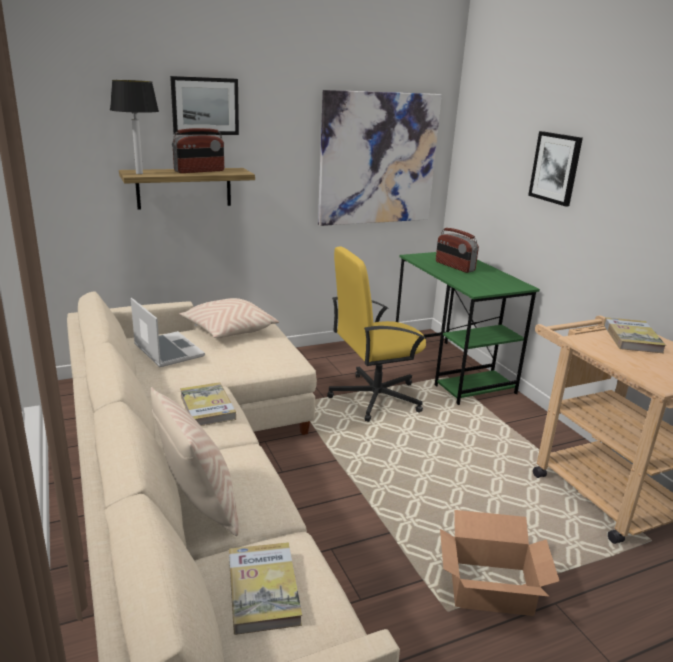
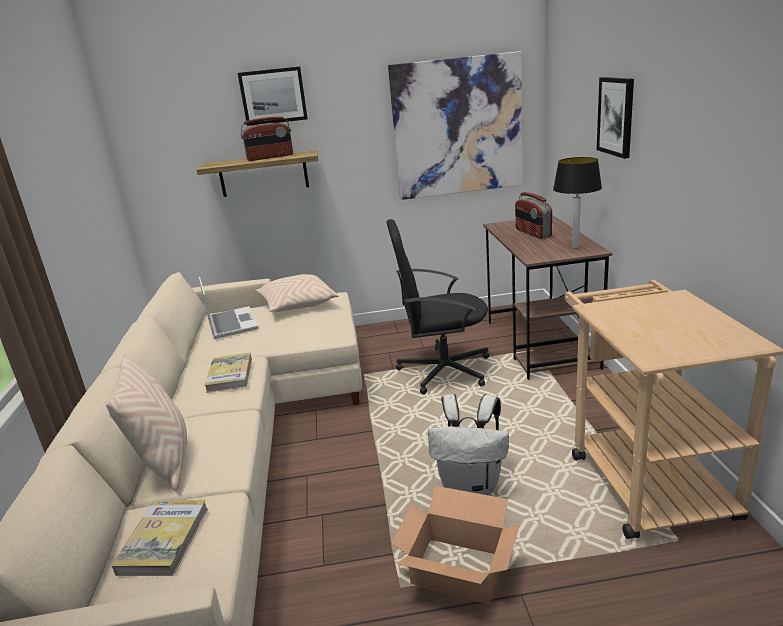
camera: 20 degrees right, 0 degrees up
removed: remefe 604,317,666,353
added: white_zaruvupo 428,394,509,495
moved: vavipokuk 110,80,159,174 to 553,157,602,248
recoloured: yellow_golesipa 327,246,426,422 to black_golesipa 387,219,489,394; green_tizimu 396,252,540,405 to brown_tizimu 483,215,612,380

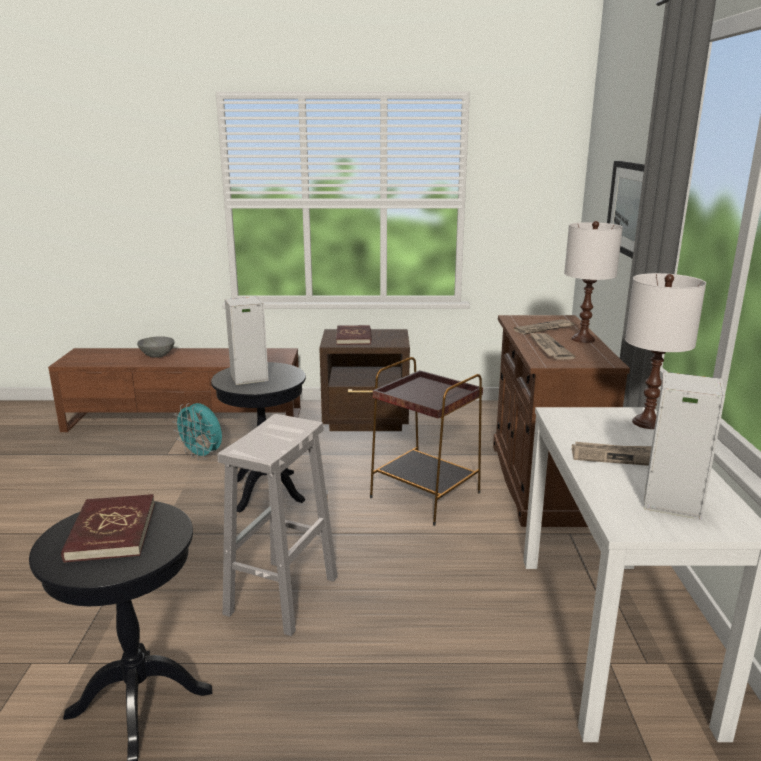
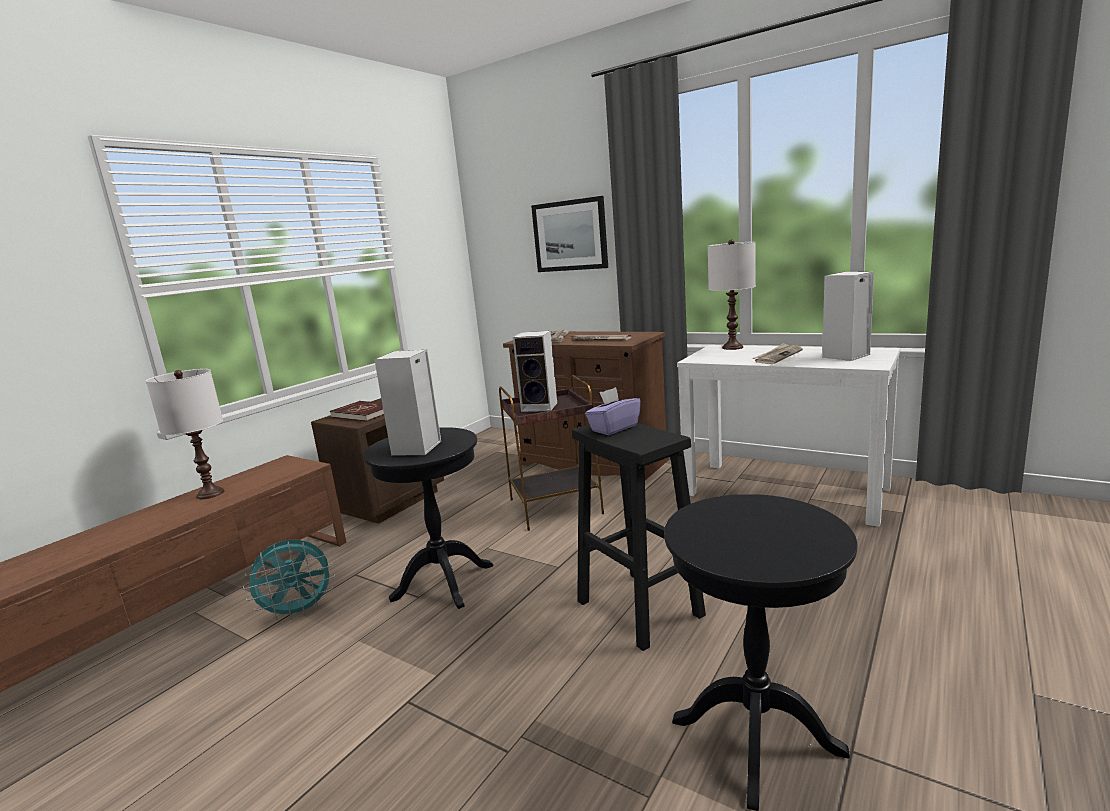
camera: 55 degrees left, 5 degrees down
removed: red_remefe 61,494,155,563; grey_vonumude 137,336,175,358
added: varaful 513,331,557,412; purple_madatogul 585,387,641,435
moved: white_vavipokuk 564,221,623,343 to 146,369,224,499
recoloured: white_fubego 217,414,338,636 to black_fubego 572,423,706,651

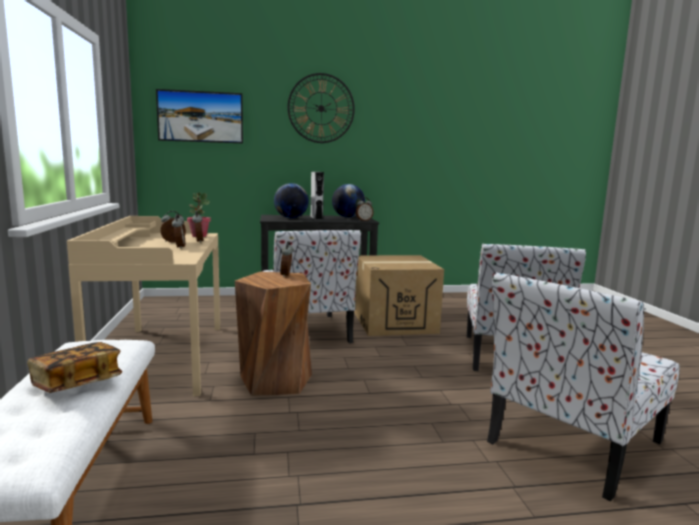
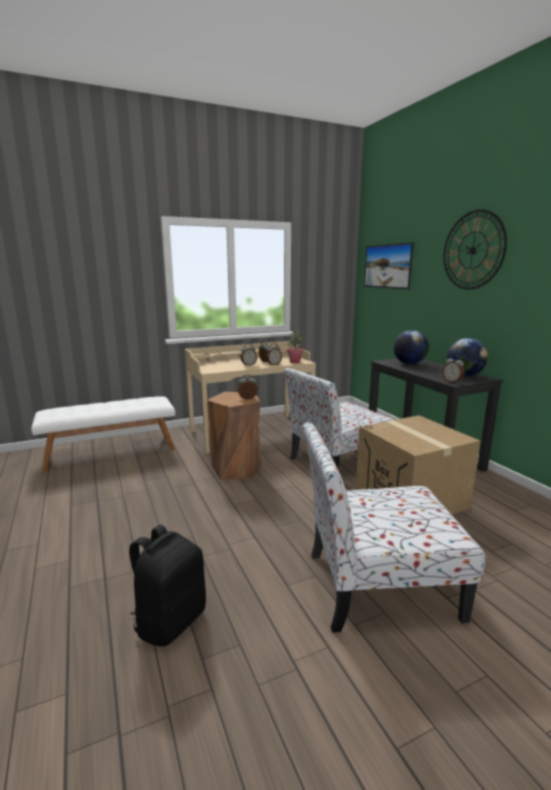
camera: 75 degrees right, 5 degrees up
removed: remefe 27,342,122,393; grey_varaful 311,172,324,220
replaced: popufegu 487,272,680,501 to black_zaruvupo 129,524,206,646

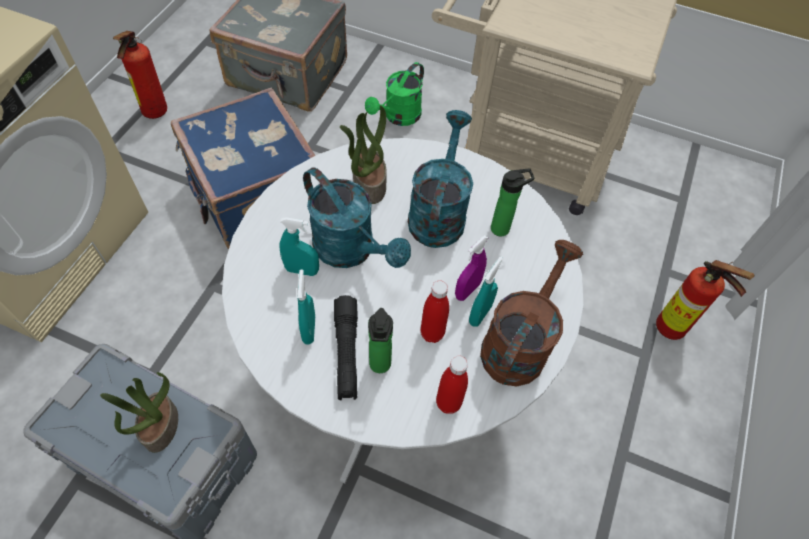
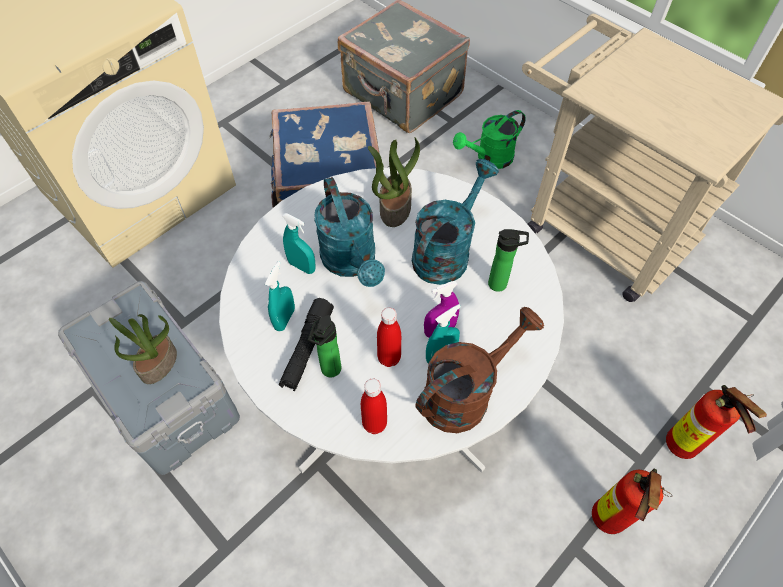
camera: 25 degrees right, 0 degrees up
moved: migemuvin 113,31,167,119 to 592,469,672,534

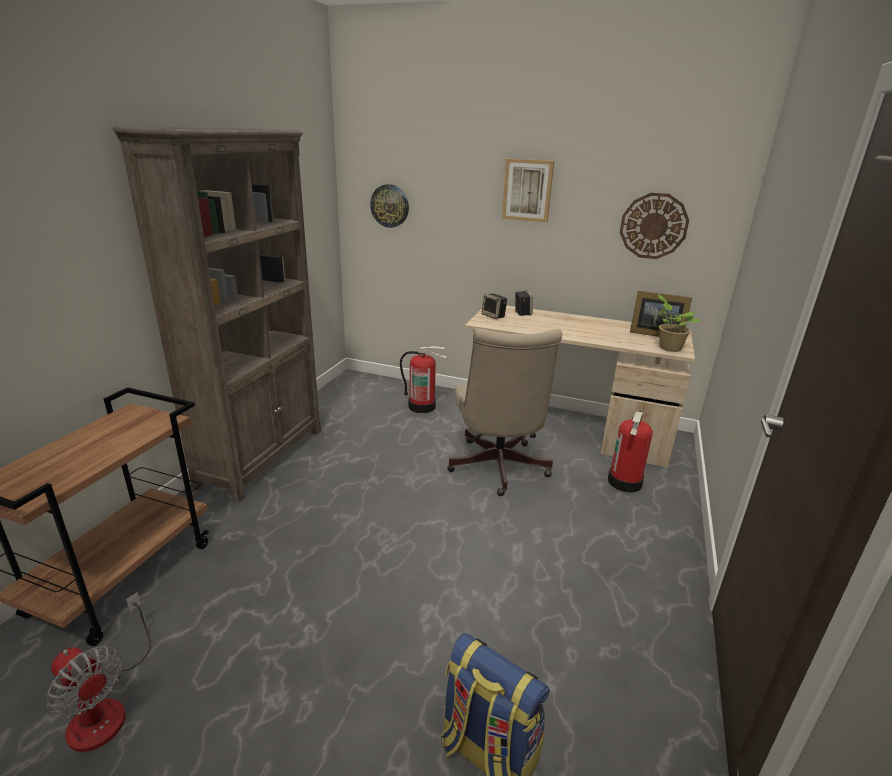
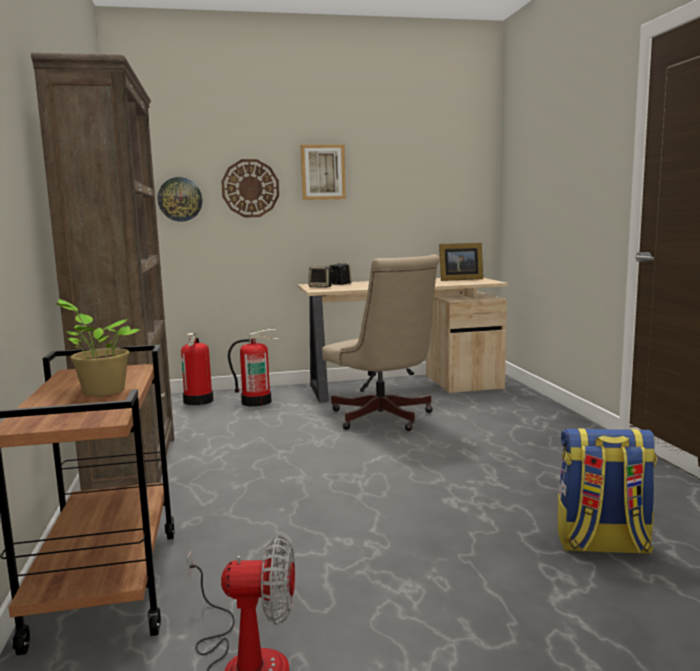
camera: 30 degrees left, 15 degrees down
moved: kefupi 658,294,701,352 to 56,299,141,396; migemuvin 608,411,653,492 to 181,333,214,405; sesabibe 620,193,689,259 to 221,159,279,217

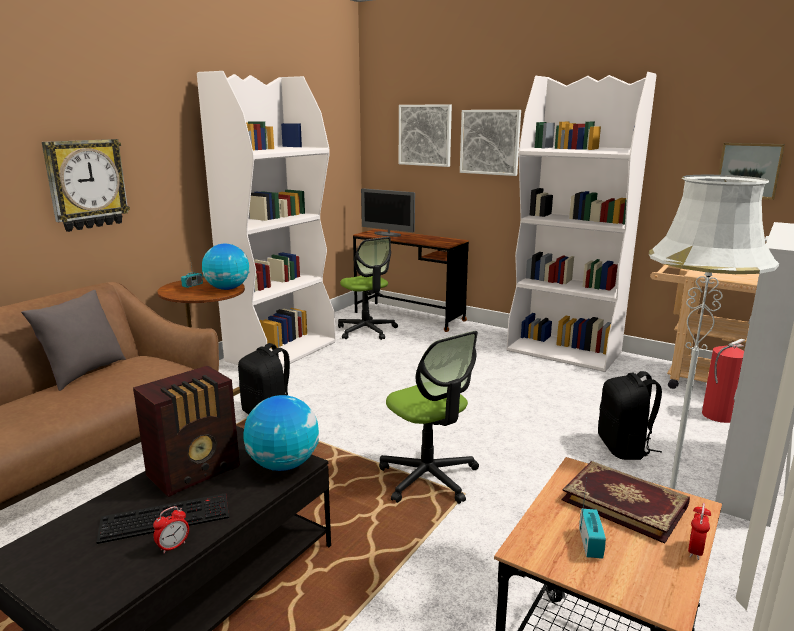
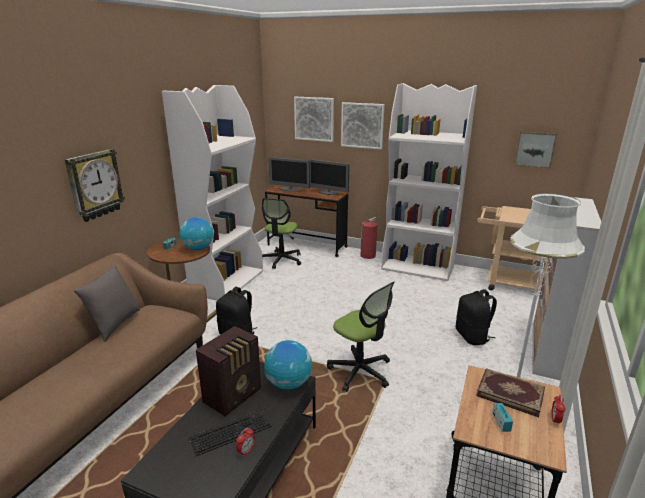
camera: 10 degrees left, 5 degrees up
added: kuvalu 308,159,350,195
moved: migemuvin 702,339,745,423 to 361,217,377,259
turned: golesipa 338,237,398,340 = 262,198,301,269 60 degrees clockwise

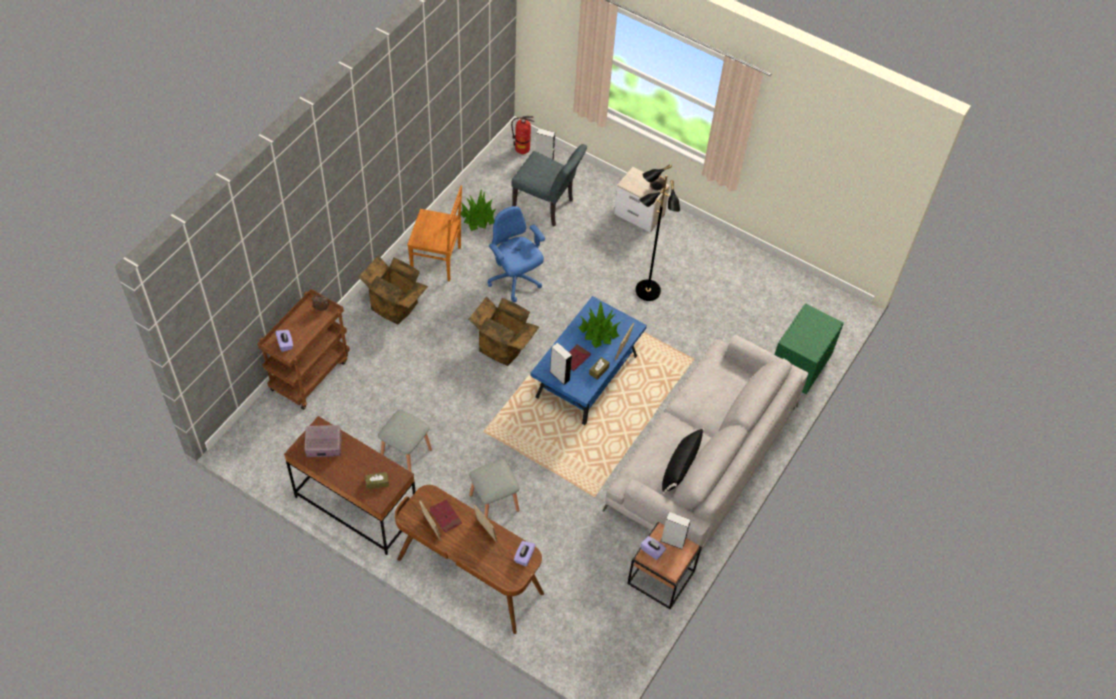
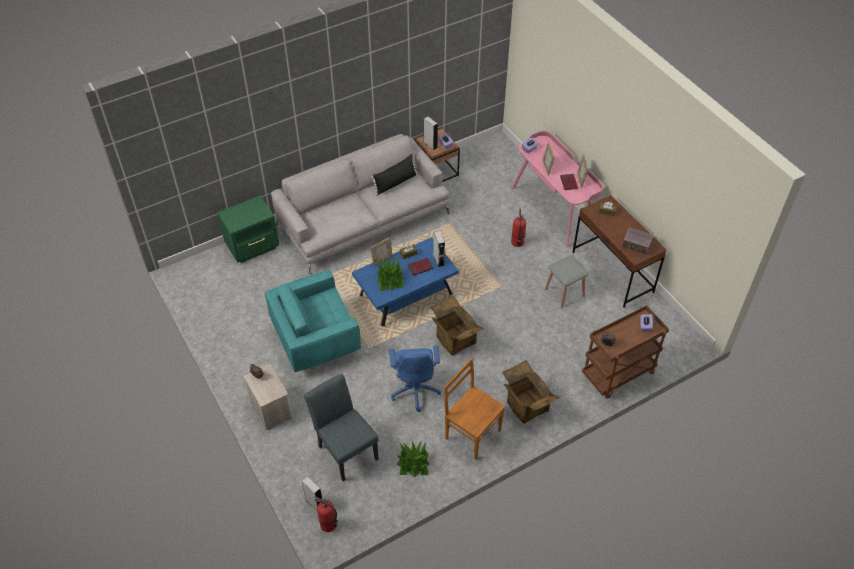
camera: 150 degrees left, 5 degrees down
replaced: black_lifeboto 635,164,680,301 to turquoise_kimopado 265,270,361,372; grey_fubego 469,459,520,518 to migemuvin 511,209,526,247
recoloured: brown_tizimu 395,485,544,634 to pink_tizimu 512,131,603,248

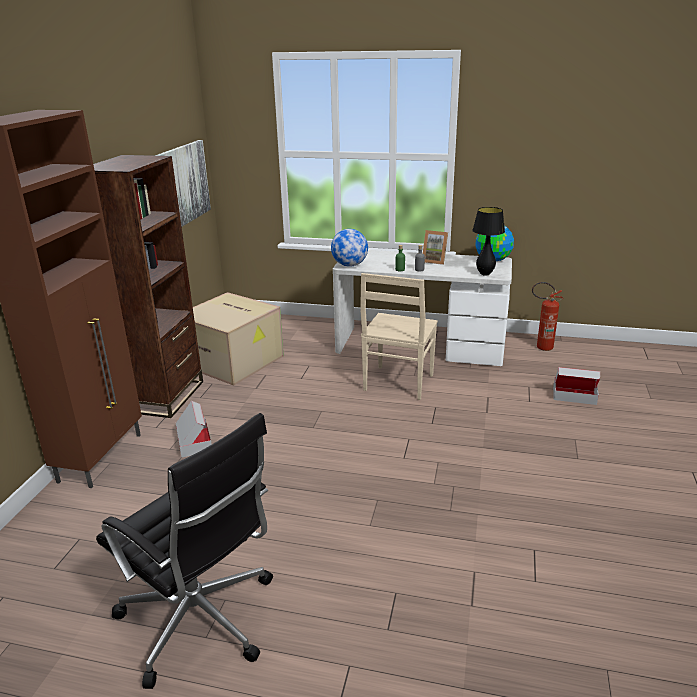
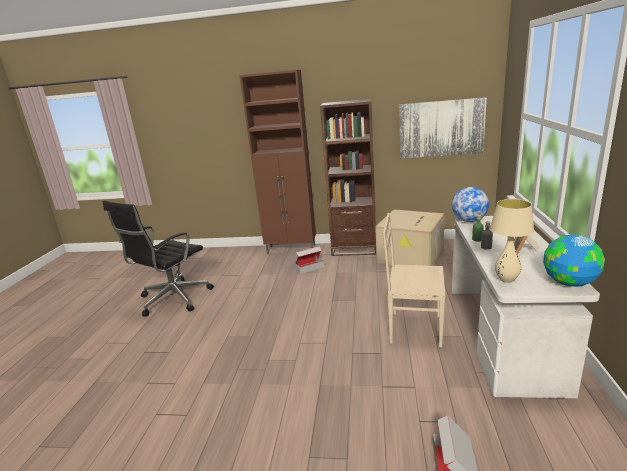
camera: 85 degrees right, 5 degrees down
removed: migemuvin 532,282,564,351
recoloured: black_vavipokuk 472,207,505,276 to beige_vavipokuk 490,199,534,283

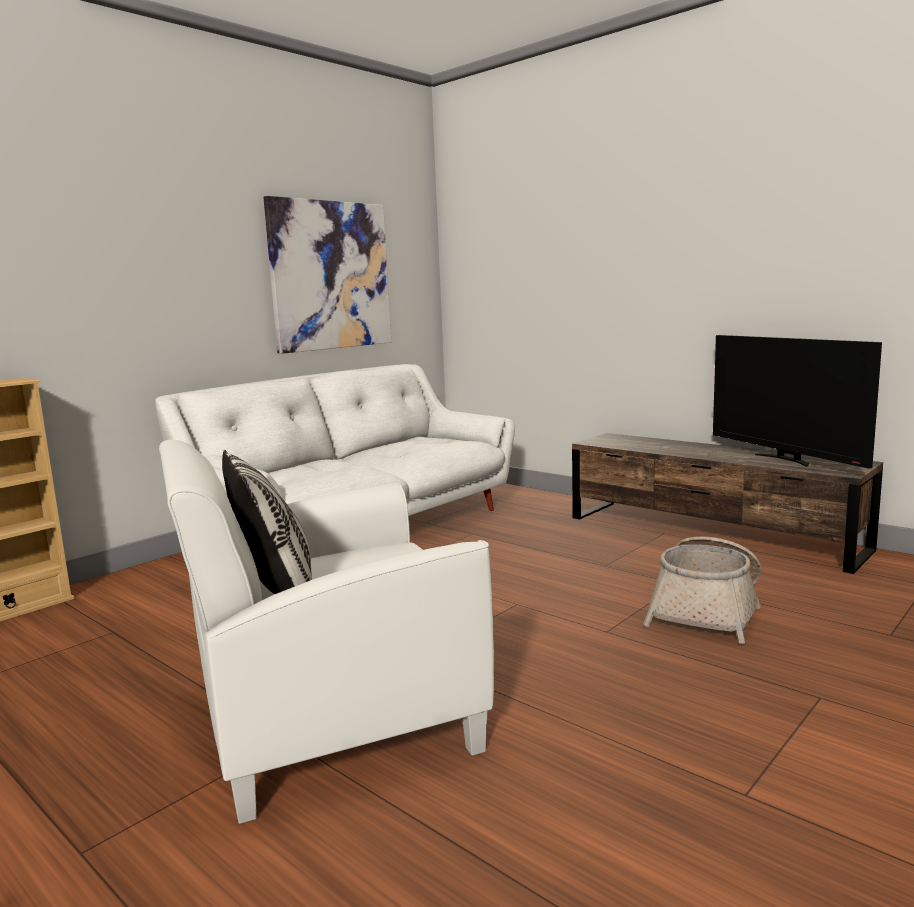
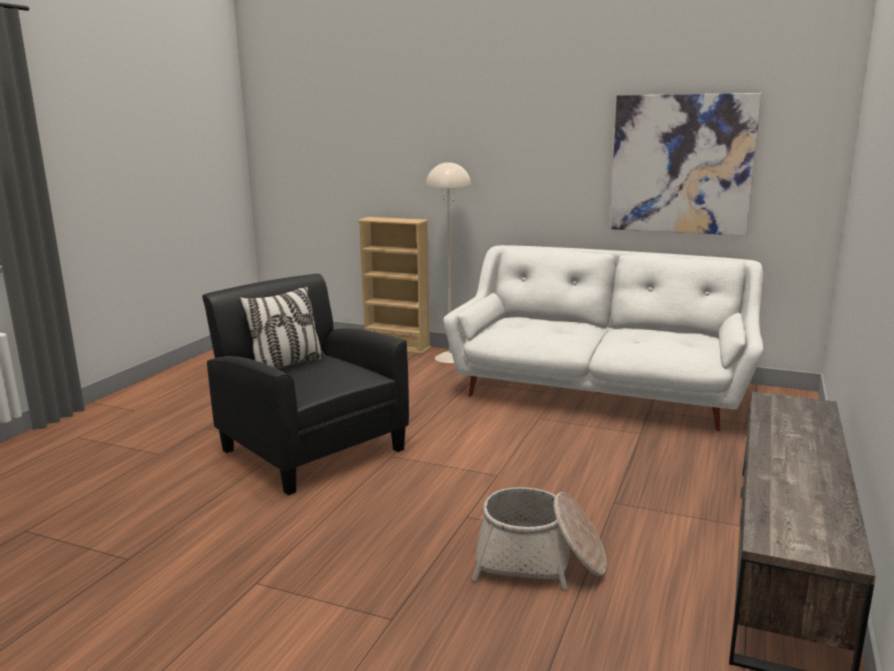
camera: 70 degrees right, 5 degrees up
removed: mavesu 713,335,882,469
added: beige_lifeboto 426,161,471,363
recoloured: white_kimopado 159,440,494,824 to black_kimopado 202,274,409,495

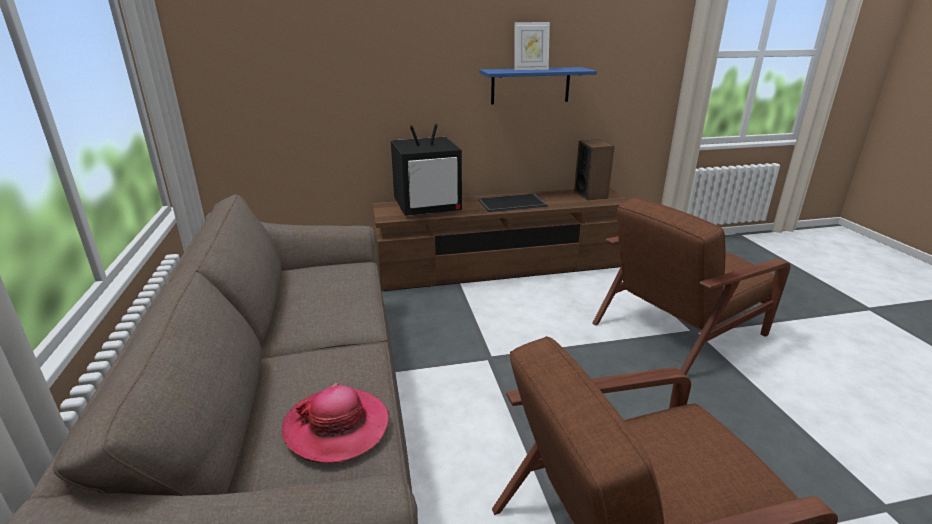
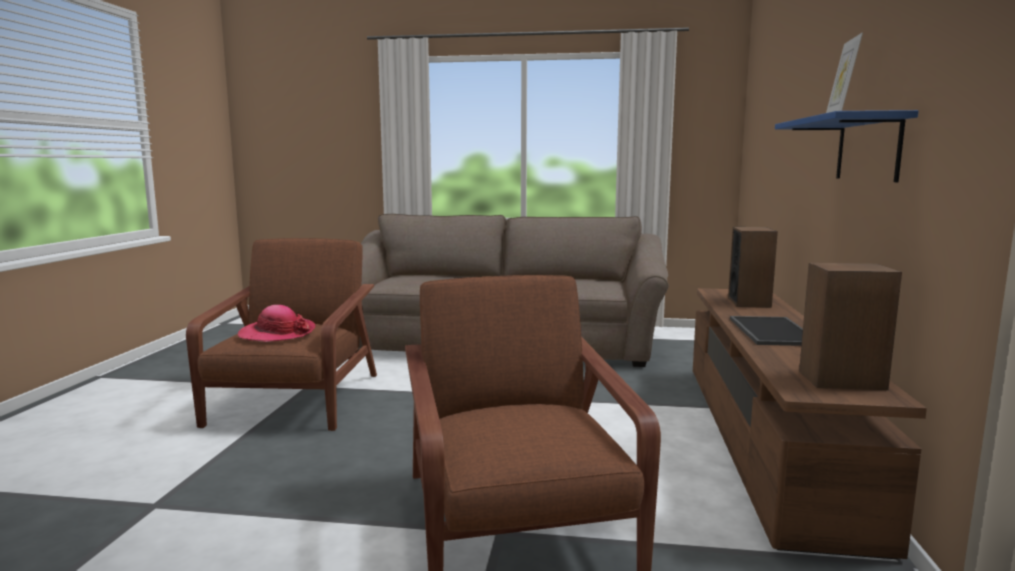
camera: 110 degrees right, 15 degrees down
moved: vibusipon 282,383,390,463 to 238,305,316,342
replaced: mavesu 391,124,462,216 to varaful 728,227,778,308

